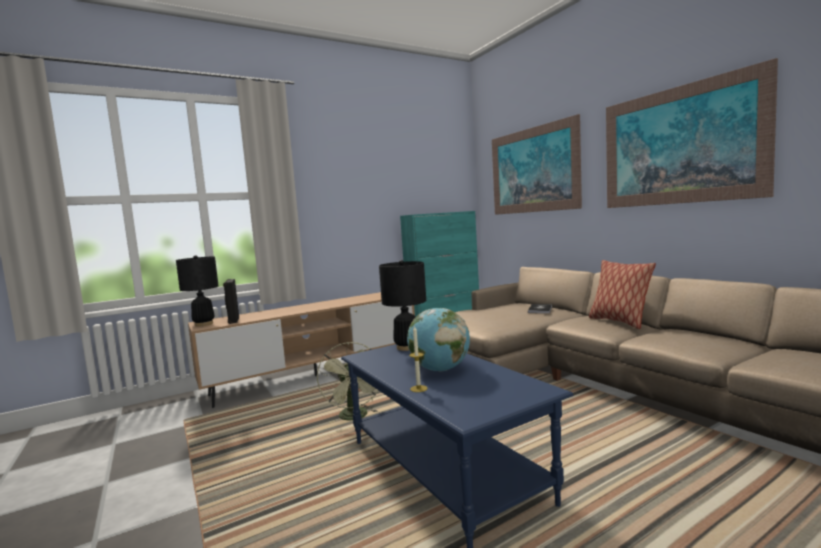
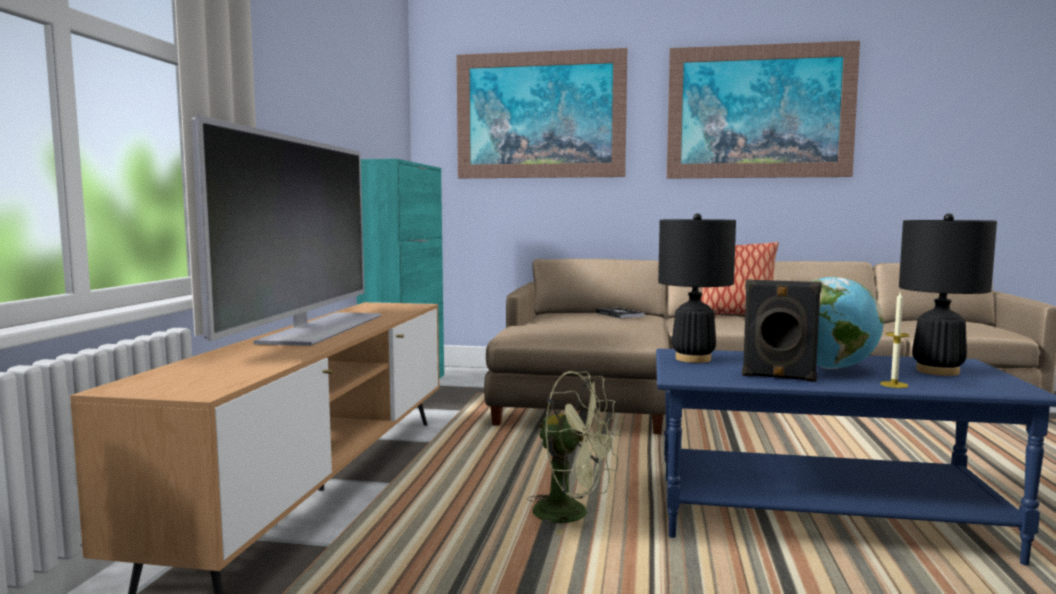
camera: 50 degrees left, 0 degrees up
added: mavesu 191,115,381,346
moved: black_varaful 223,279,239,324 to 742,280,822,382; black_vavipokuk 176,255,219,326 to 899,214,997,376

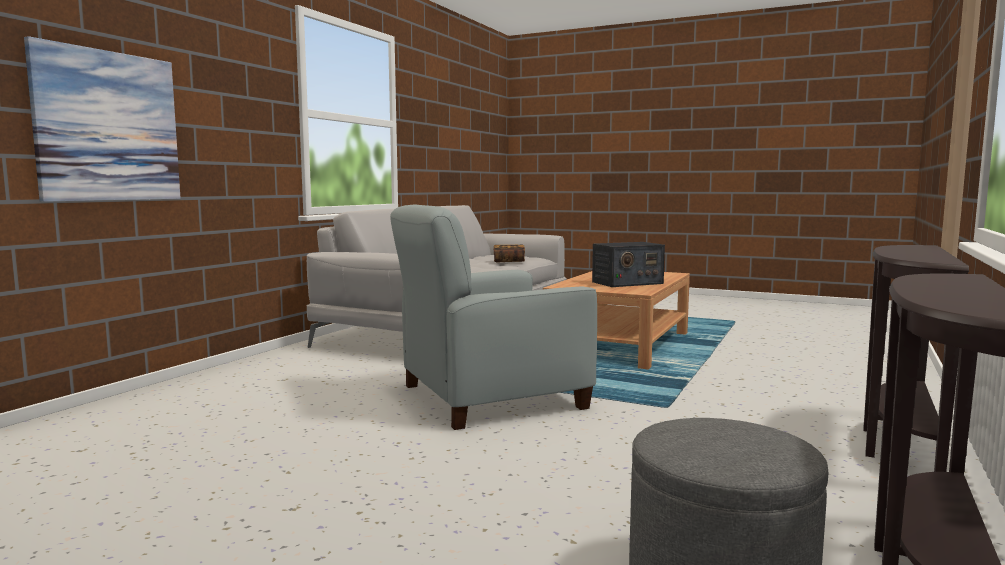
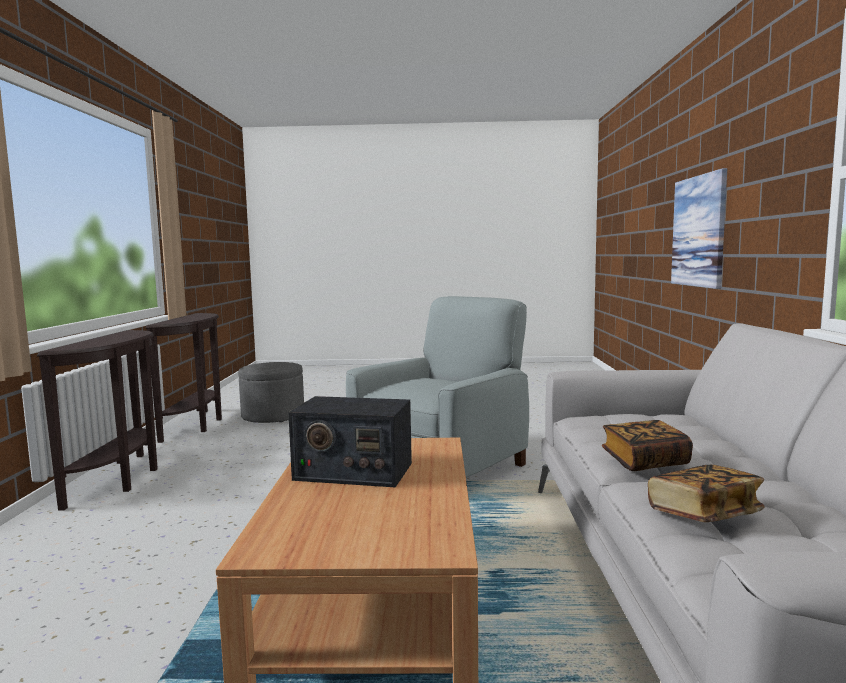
camera: 155 degrees right, 0 degrees up
added: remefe 602,420,693,471
turned: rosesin 592,242,665,287 = 288,396,412,487 120 degrees counterclockwise

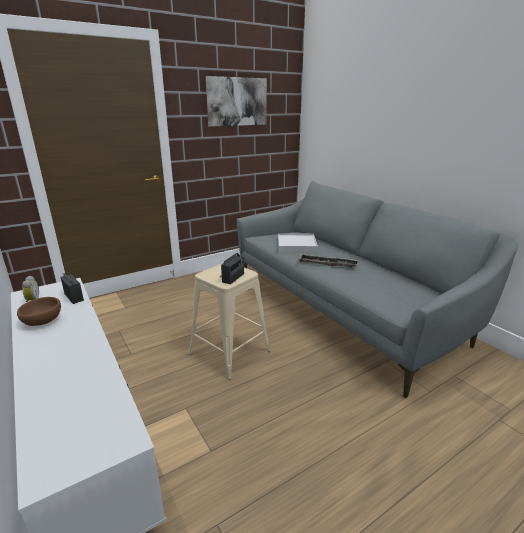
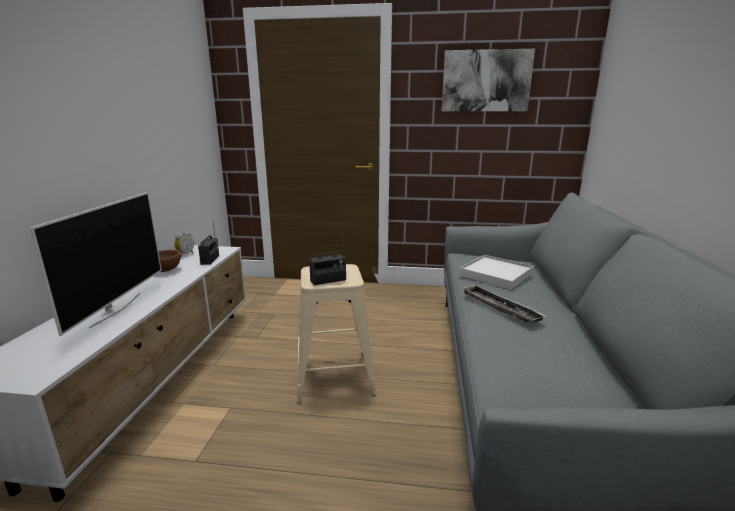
camera: 40 degrees right, 5 degrees down
added: mavesu 30,192,162,336

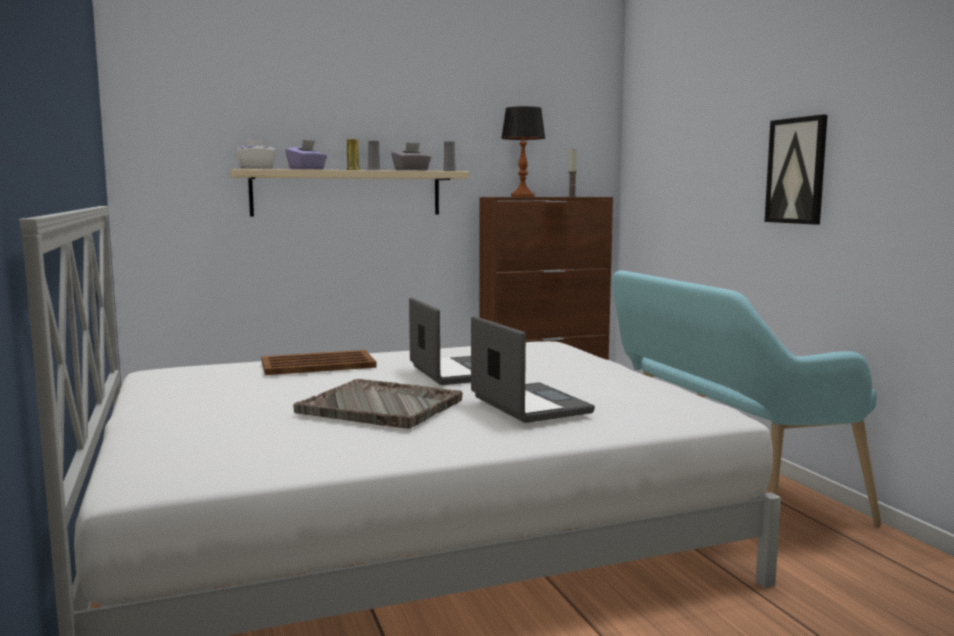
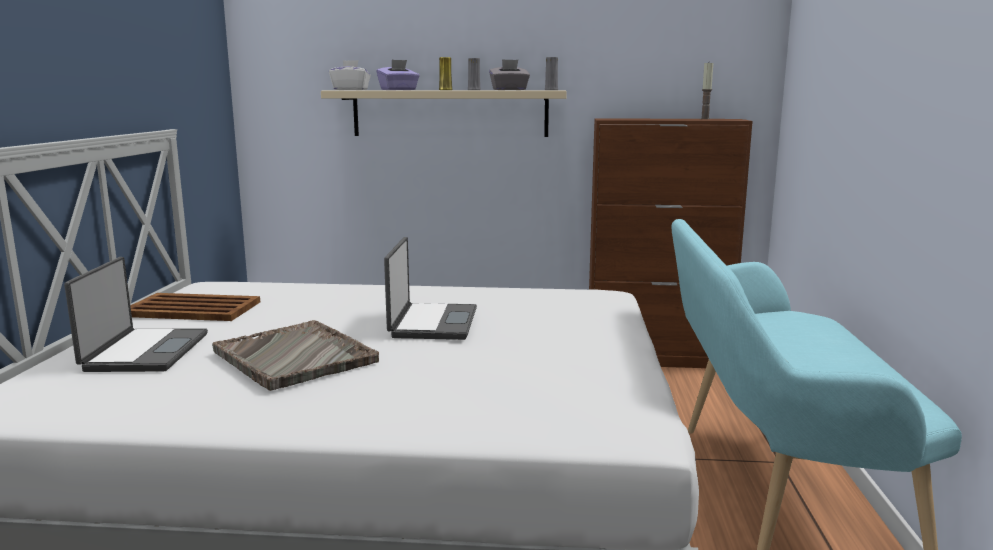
camera: 25 degrees right, 5 degrees up
removed: vavipokuk 501,106,545,197; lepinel 765,115,828,224
moved: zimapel 471,316,595,423 to 64,257,208,372; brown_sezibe 261,350,377,375 to 130,293,260,321

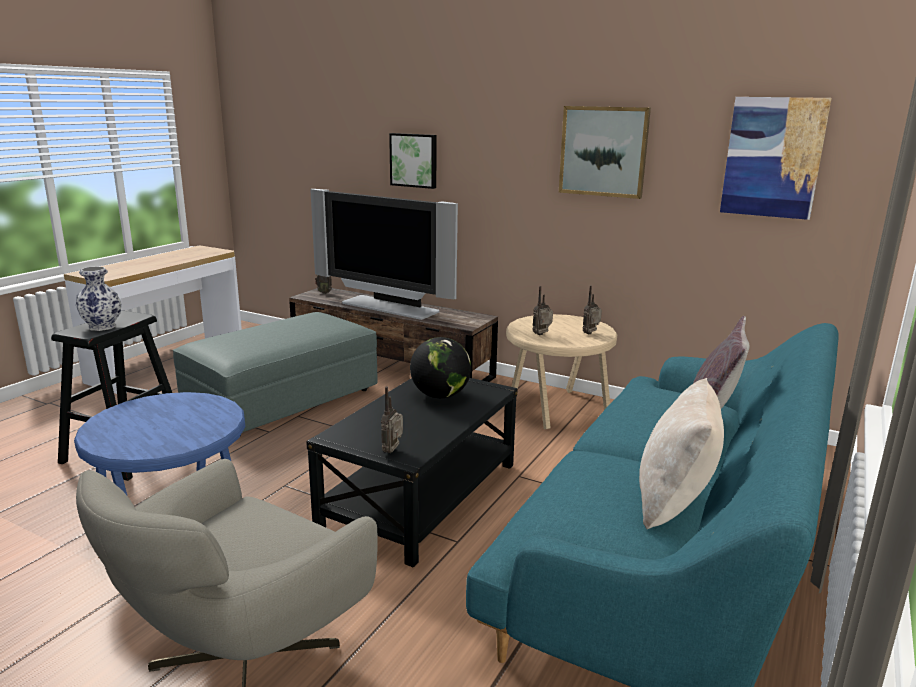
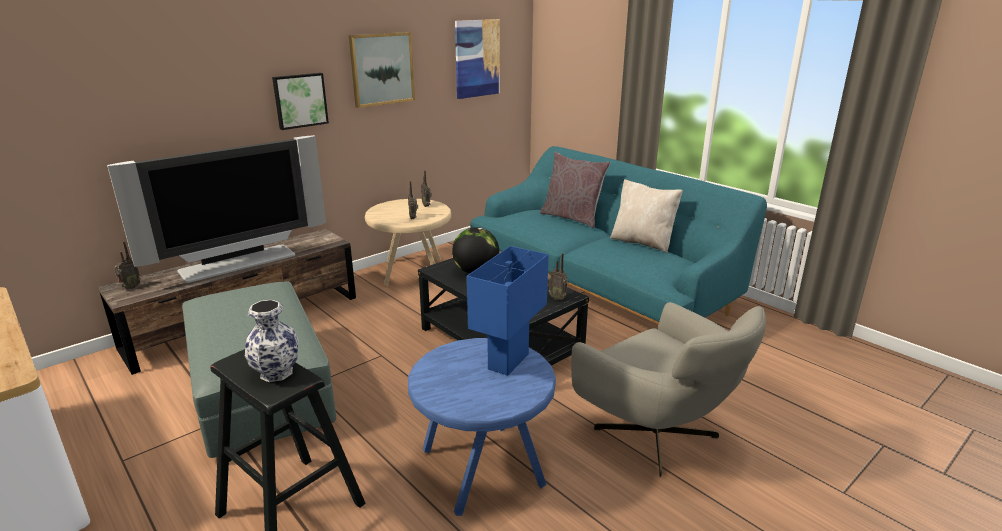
camera: 70 degrees left, 5 degrees up
added: blue_vavipokuk 467,246,549,376
moved: lepinel 389,133,437,189 to 272,73,329,130

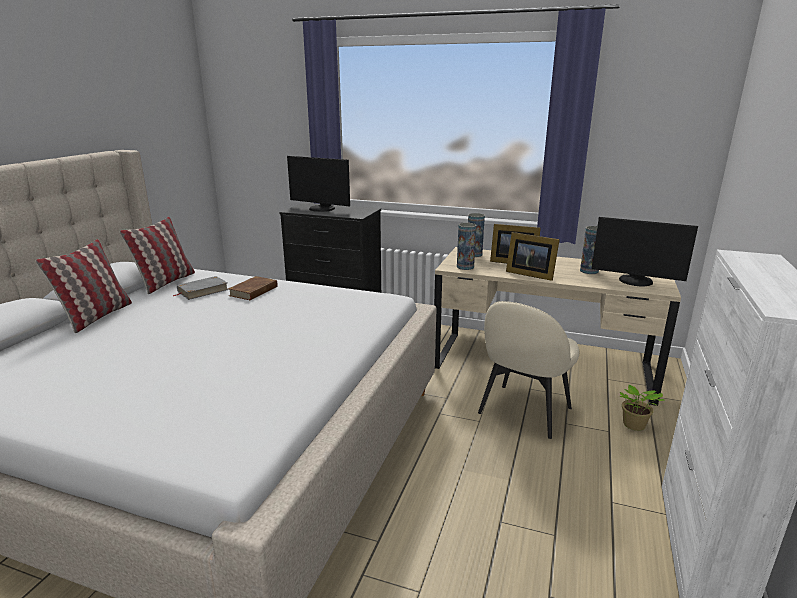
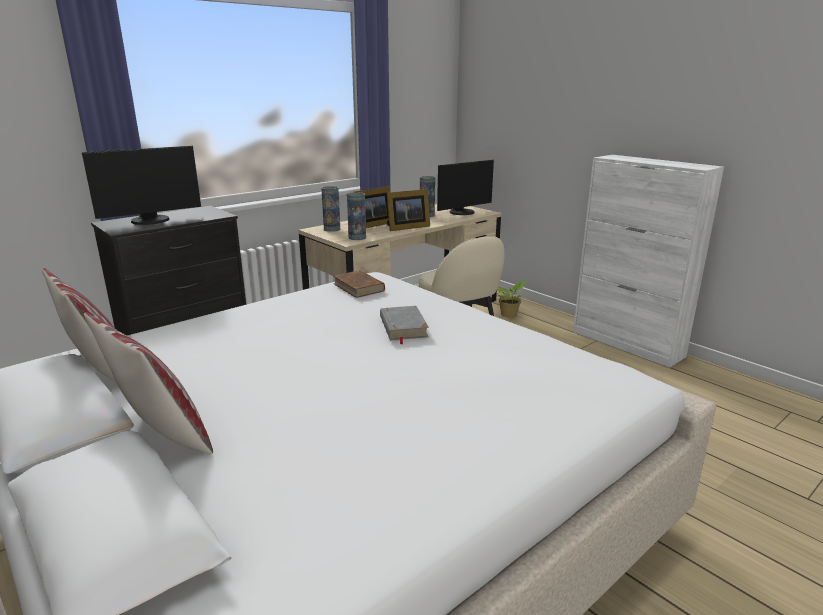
camera: 60 degrees left, 0 degrees up
moved: brown_remefe 228,276,278,300 to 334,270,385,298; grey_remefe 173,276,229,300 to 380,306,429,344

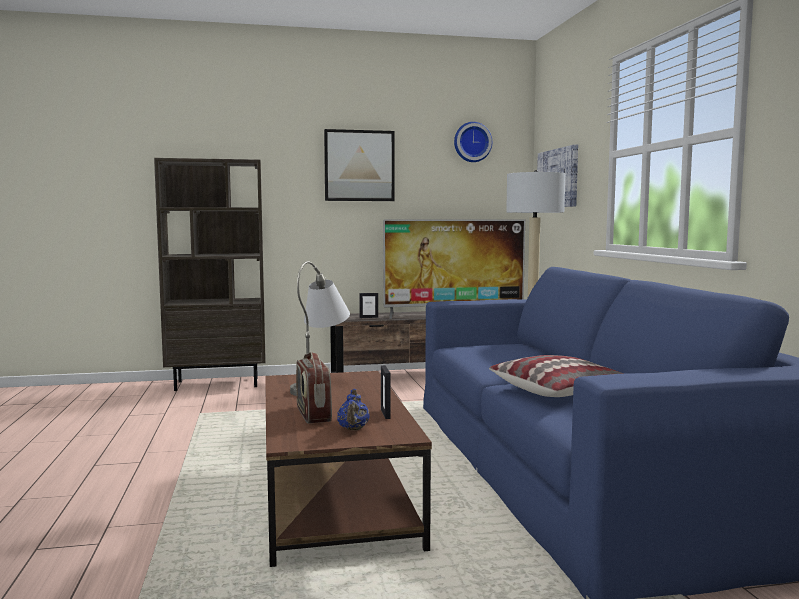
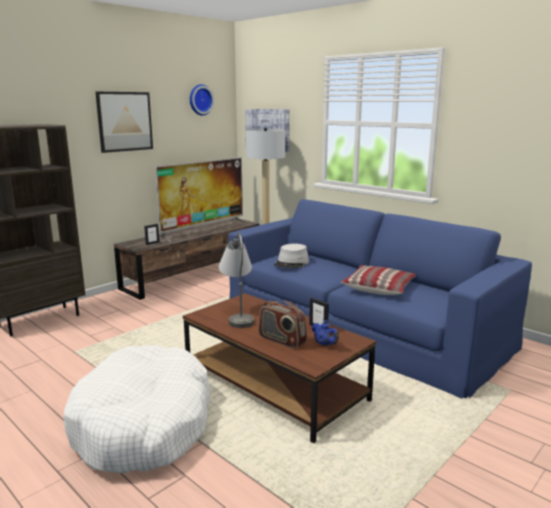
camera: 35 degrees left, 10 degrees up
added: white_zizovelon 63,345,210,473; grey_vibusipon 274,244,309,268

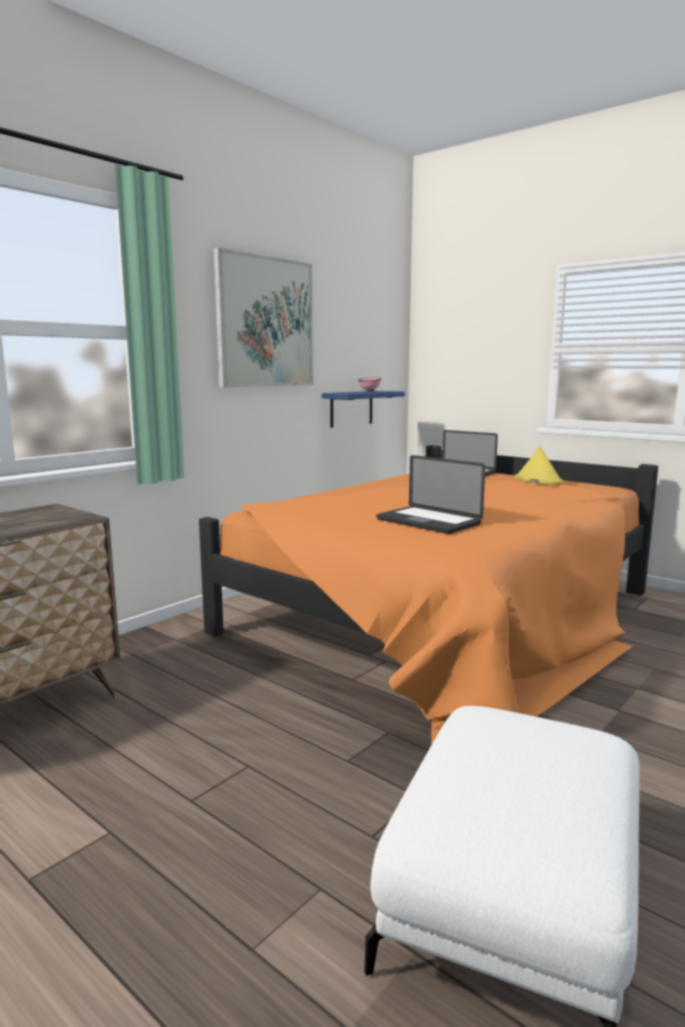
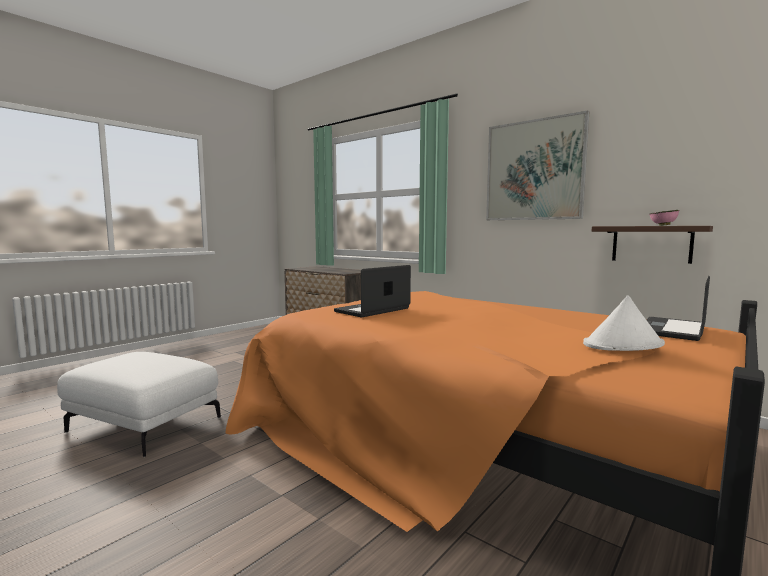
camera: 90 degrees right, 5 degrees down
recoloured: yellow_vibusipon 515,446,564,485 to white_vibusipon 583,295,665,351; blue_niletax 322,391,405,428 to brown_niletax 592,226,713,264

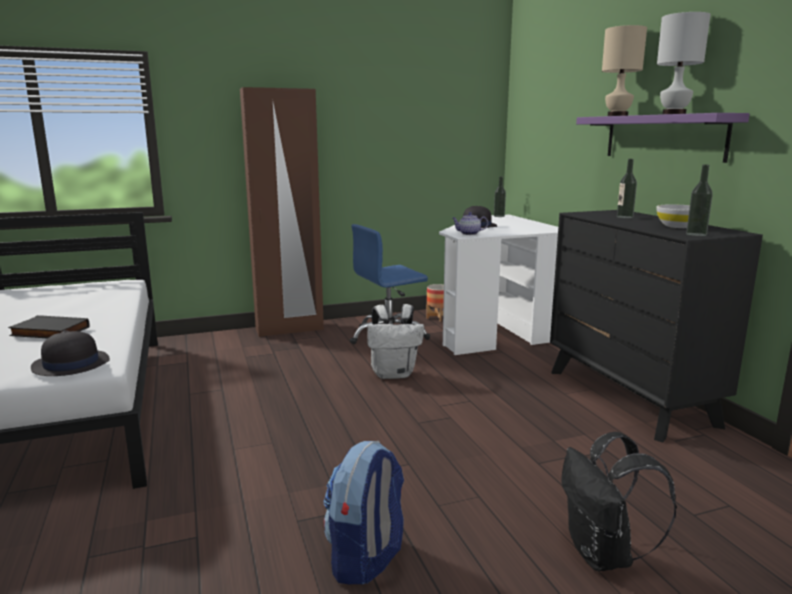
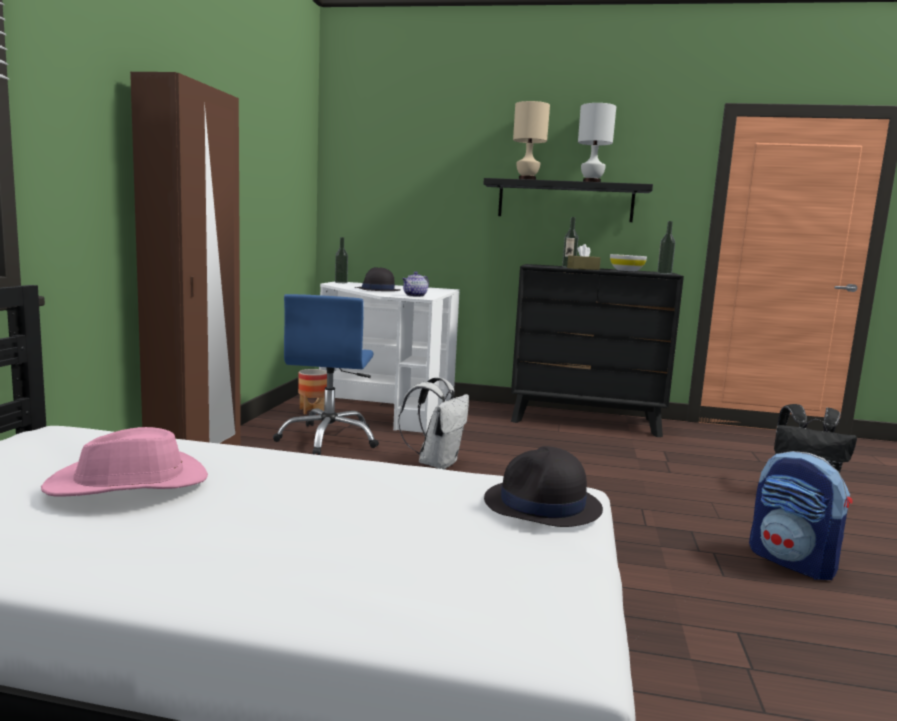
camera: 60 degrees left, 5 degrees down
removed: black_remefe 8,315,90,339
added: pink_vibusipon 41,427,208,497; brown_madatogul 567,244,601,270
recoloured: purple_niletax 576,113,750,163 to black_niletax 483,178,653,222

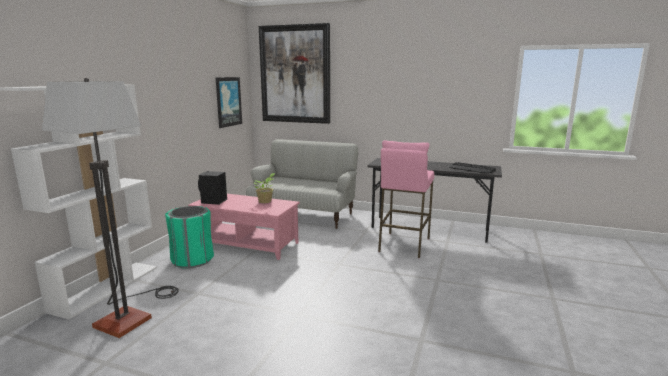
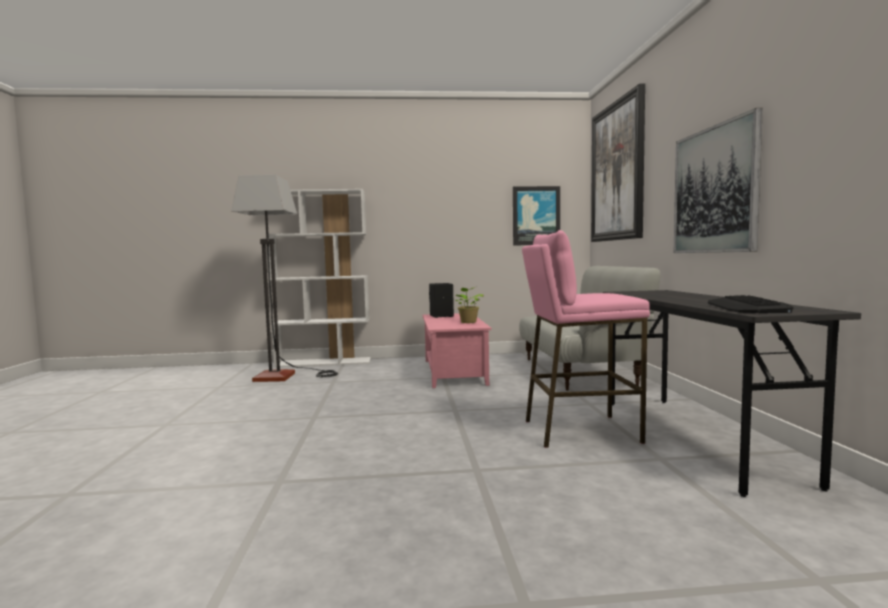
camera: 65 degrees right, 10 degrees down
removed: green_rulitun 165,206,214,269
added: lepinel 674,108,763,253

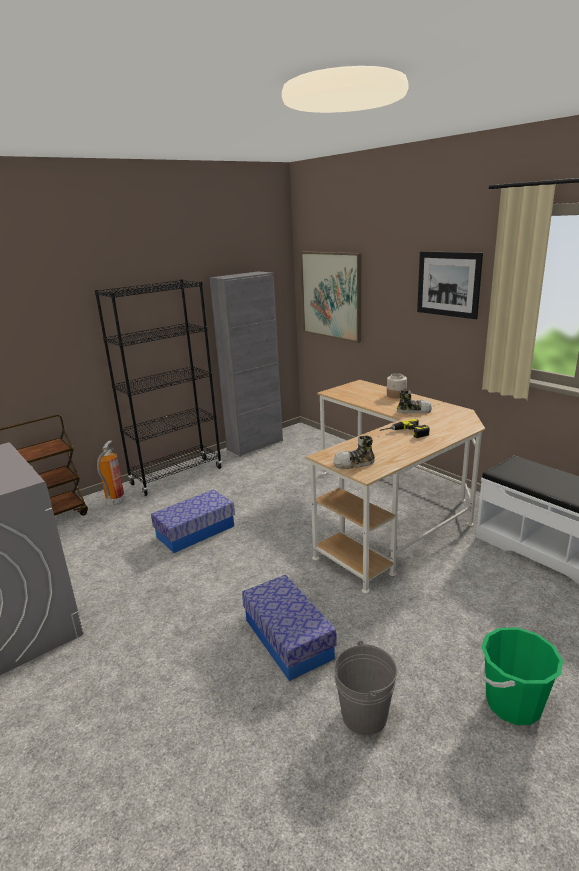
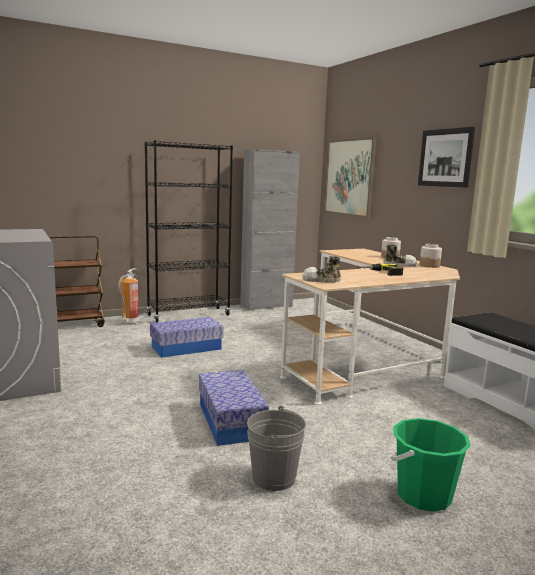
camera: 10 degrees right, 10 degrees down
added: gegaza 420,244,442,268

